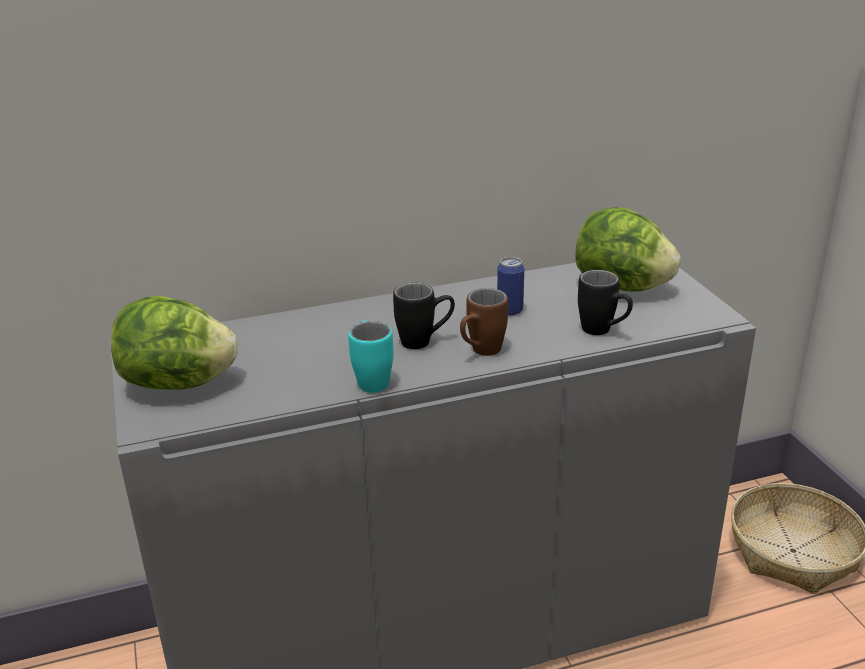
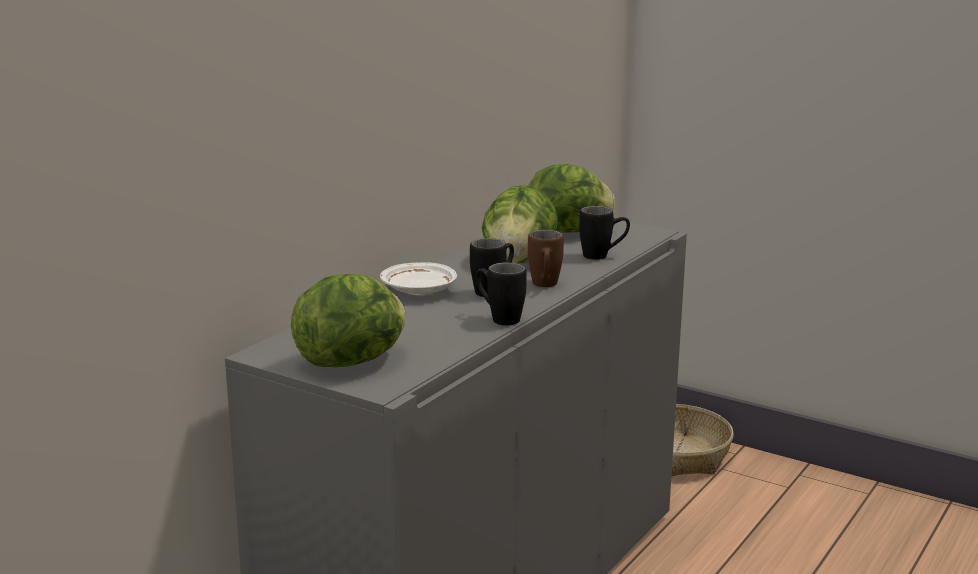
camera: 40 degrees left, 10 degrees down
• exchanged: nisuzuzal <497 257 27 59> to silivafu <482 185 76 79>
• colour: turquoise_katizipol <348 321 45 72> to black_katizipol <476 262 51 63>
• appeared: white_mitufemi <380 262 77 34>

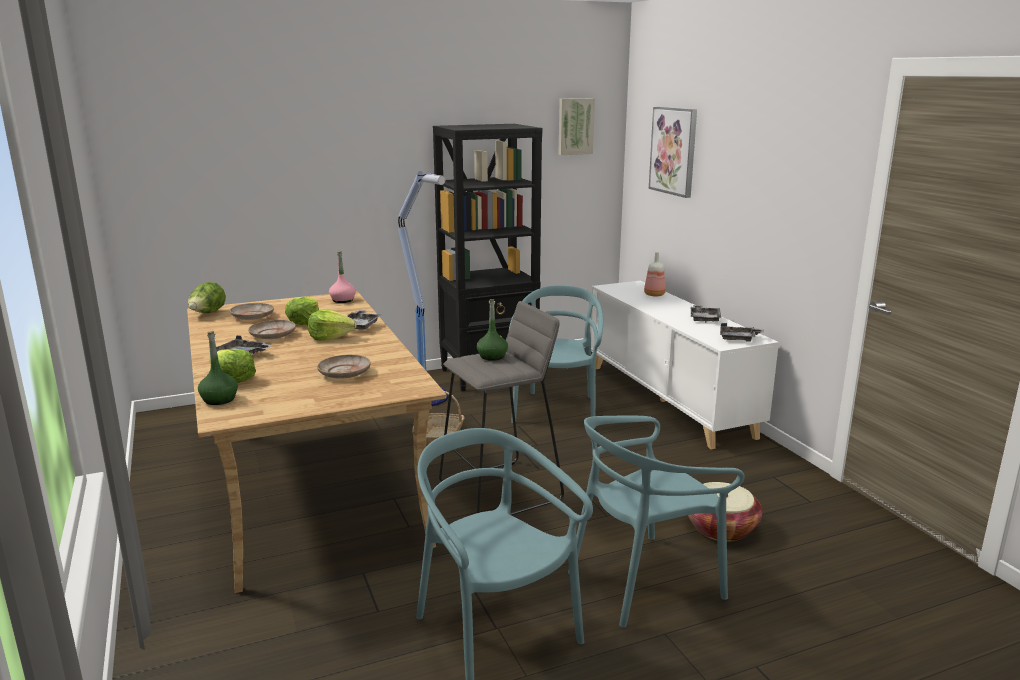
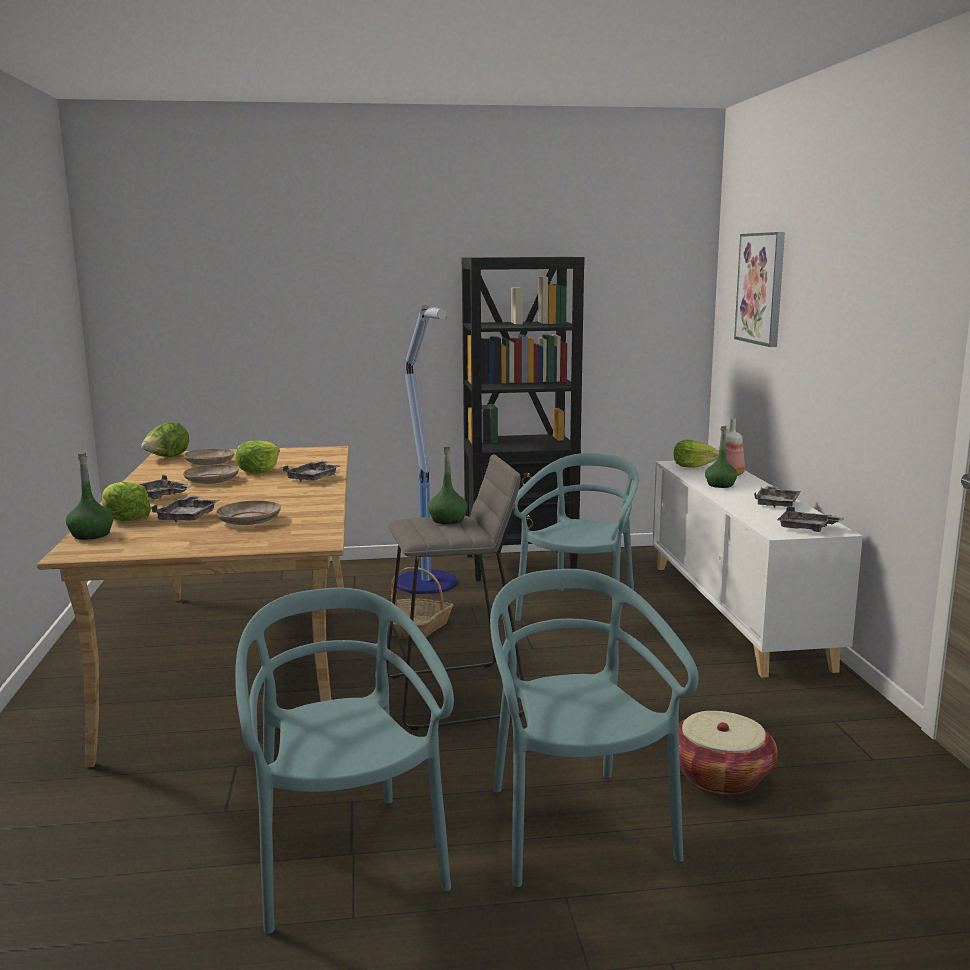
camera: 15 degrees right, 5 degrees down
• missing: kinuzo <558 98 37 57>
• missing: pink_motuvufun <329 251 27 52>
• relocated: silivafu <308 310 49 31> to <674 439 45 29>
• spun: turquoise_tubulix <568 416 177 212> = <490 569 209 318> 90 degrees clockwise
• appeared: green_motuvufun <705 426 32 62>
• appeared: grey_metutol <151 495 69 28>

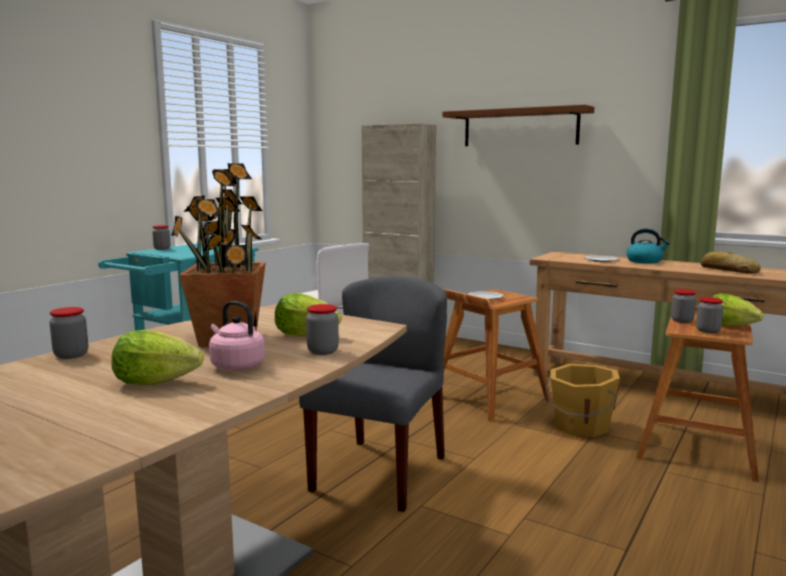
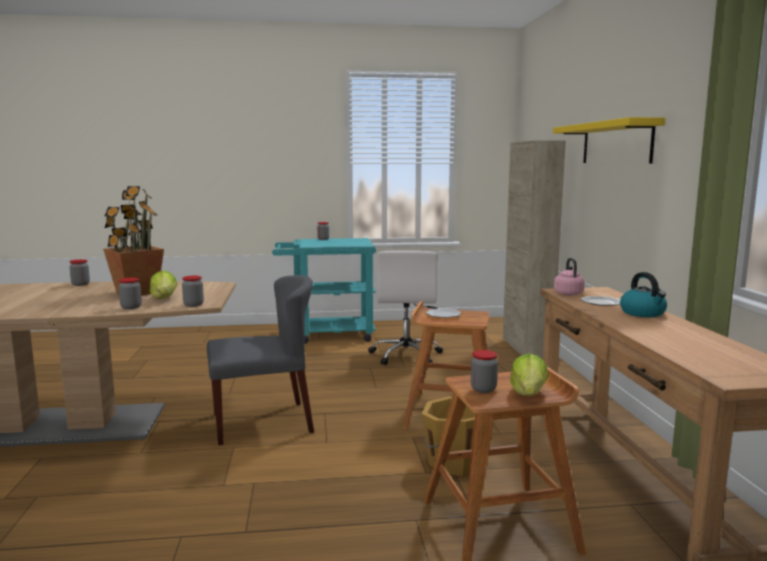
camera: 50 degrees right, 0 degrees up
• colour: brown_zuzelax <442 105 152 41> to yellow_zuzelax <553 117 112 47>
• missing: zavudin <701 252 60 22>
• relocated: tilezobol <671 289 25 34> to <182 276 22 31>
• relocated: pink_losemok <209 301 56 70> to <554 258 31 38>
• missing: silivafu <111 330 92 55>

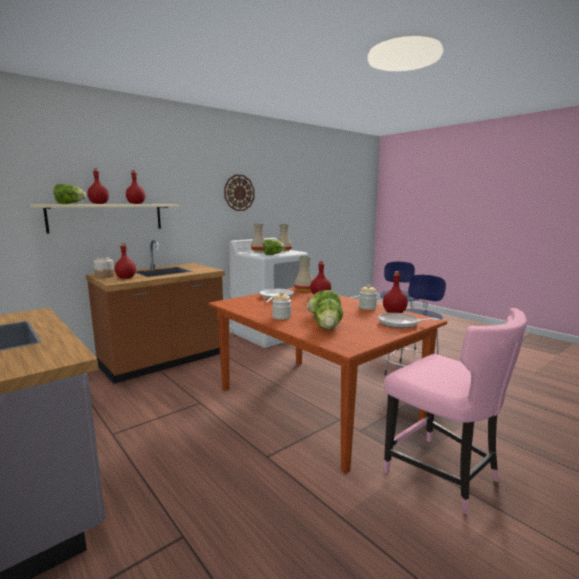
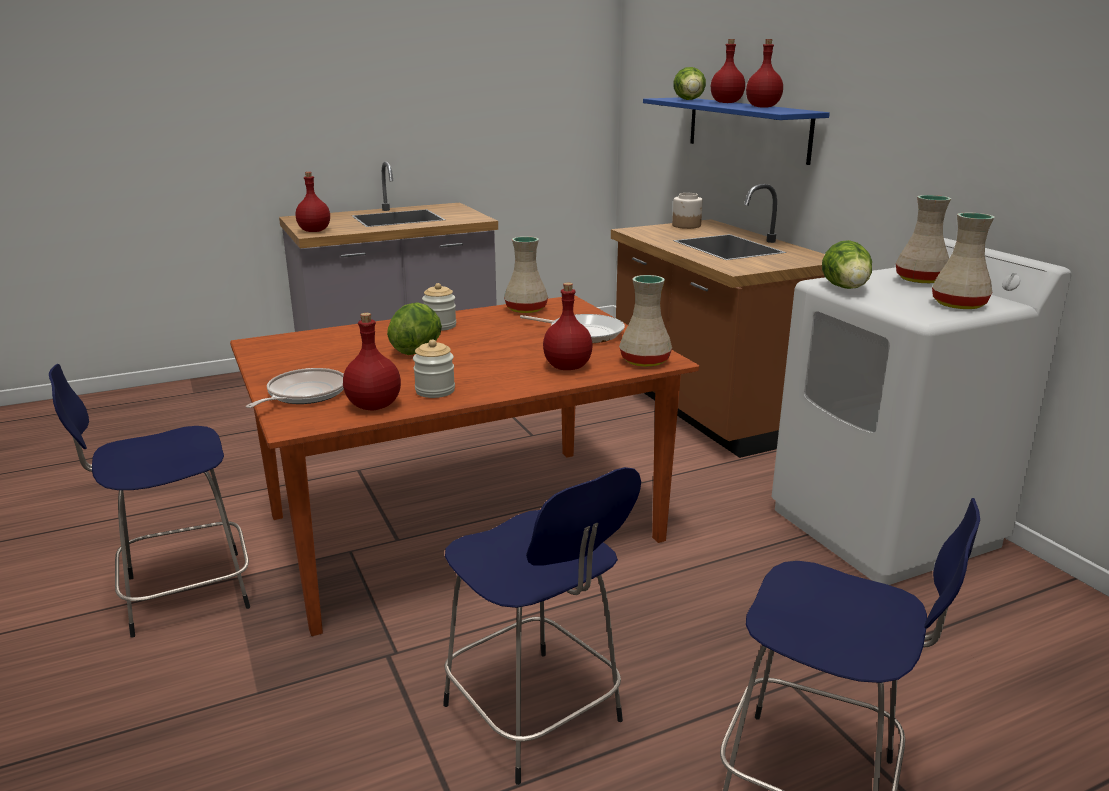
camera: 105 degrees right, 10 degrees up
• missing: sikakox <224 174 31 37>
• colour: beige_zuzelax <30 204 150 30> to blue_zuzelax <643 97 187 68>
• relocated: red_motuvufun <114 243 22 36> to <296 172 34 60>
• missing: silivafu <314 298 29 31>
• exchanged: pink_tubulix <384 308 143 206> to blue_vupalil <49 364 201 274>
• appeared: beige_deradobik <504 236 44 77>

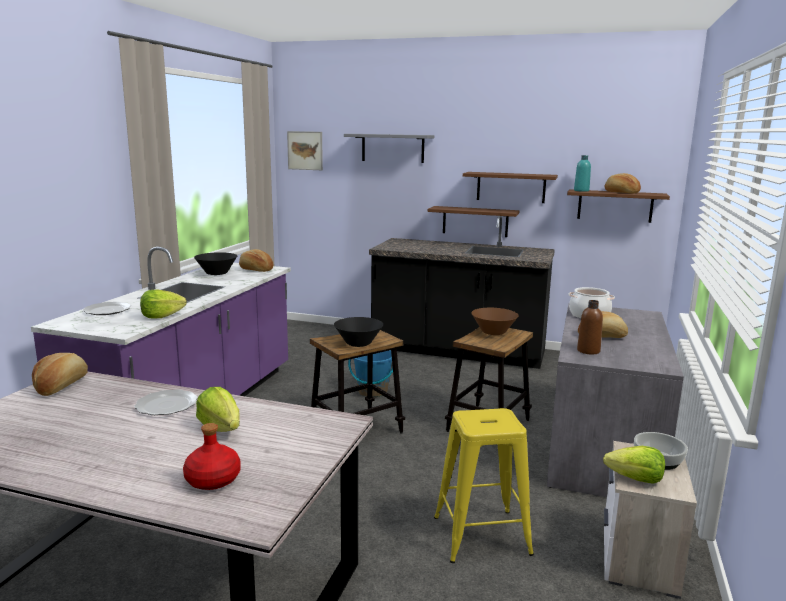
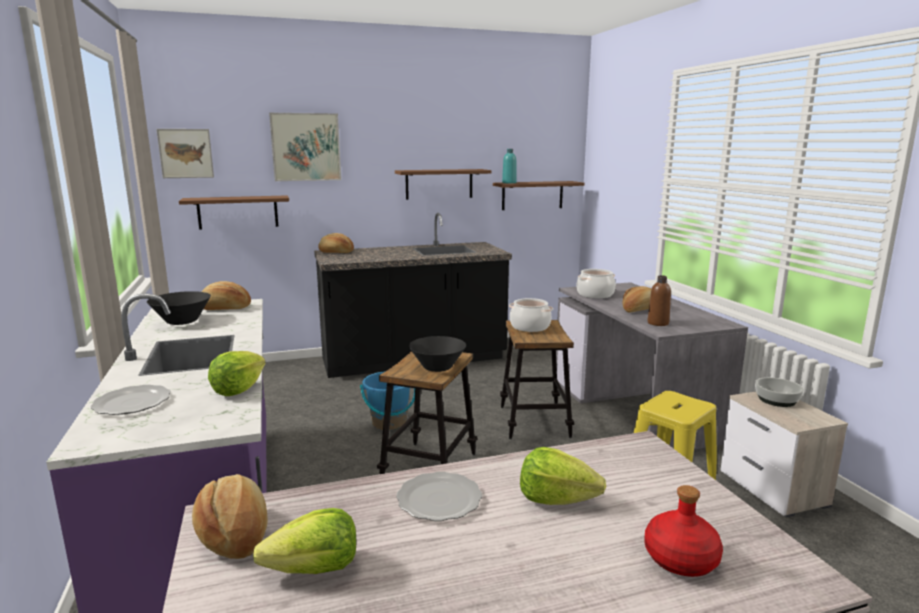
camera: 35 degrees left, 0 degrees up
• exchanged: grey_zuzelax <344 134 90 29> to kinuzo <269 113 72 68>
• relocated: zavudin <605 173 36 21> to <318 233 36 20>
• relocated: brown_zuzelax <428 206 91 31> to <179 195 110 35>
• exchanged: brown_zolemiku <471 308 47 27> to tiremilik <509 298 44 34>
• relocated: silivafu <603 446 62 38> to <253 508 103 66>

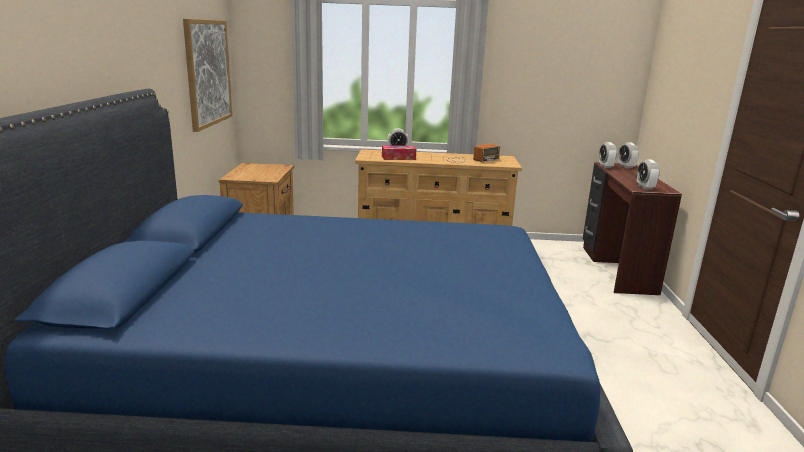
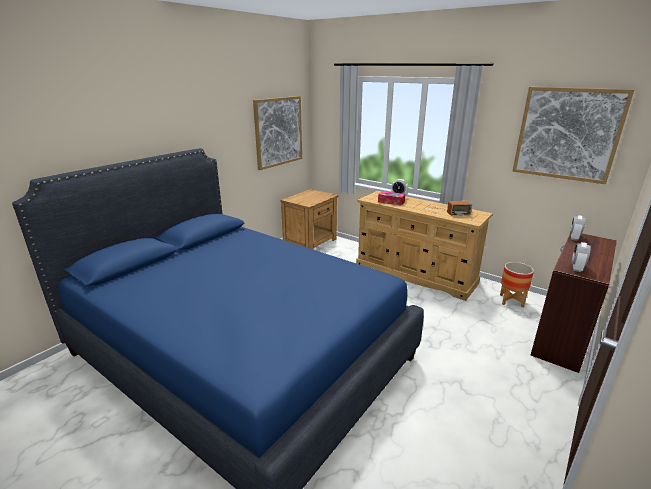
camera: 35 degrees right, 5 degrees up
• missing: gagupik <618 142 21 26>
• appeared: kinuzo <512 87 122 97>
• appeared: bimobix <500 262 34 46>

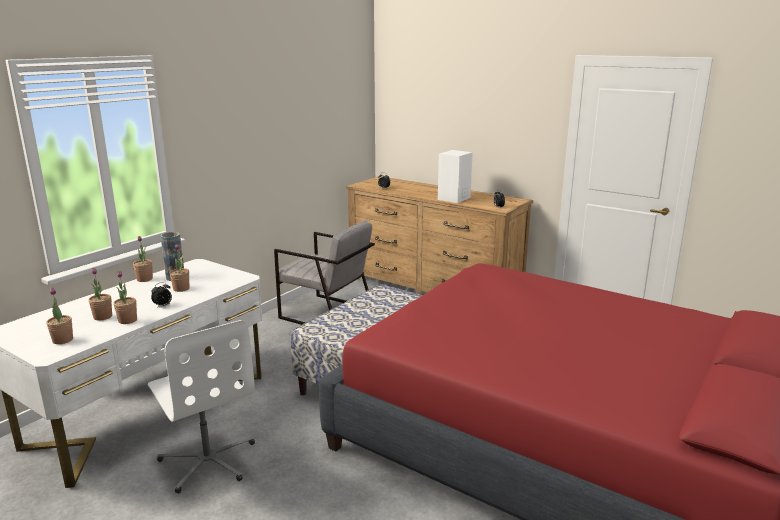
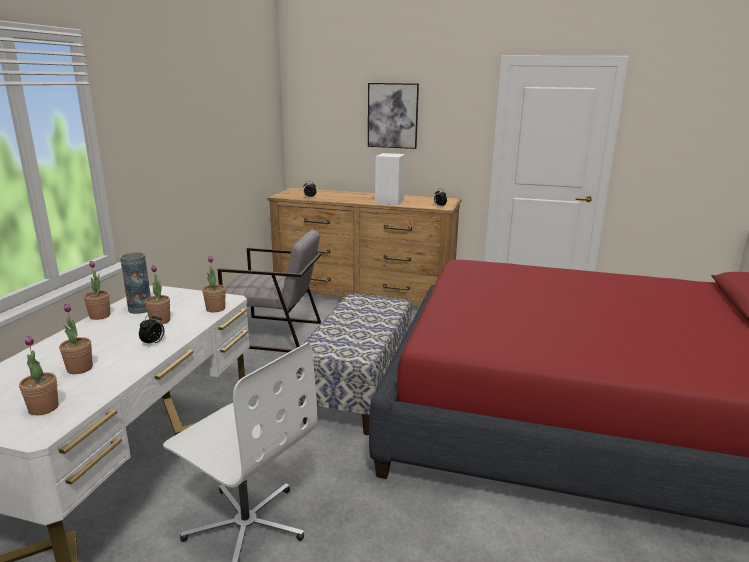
camera: 20 degrees left, 0 degrees up
• relocated: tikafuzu <113 271 24 53> to <202 256 24 56>
• appeared: kinuzo <368 83 51 66>

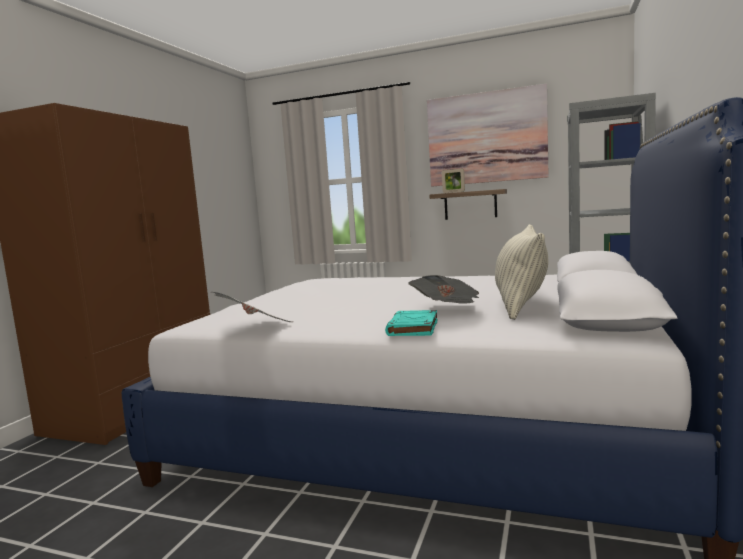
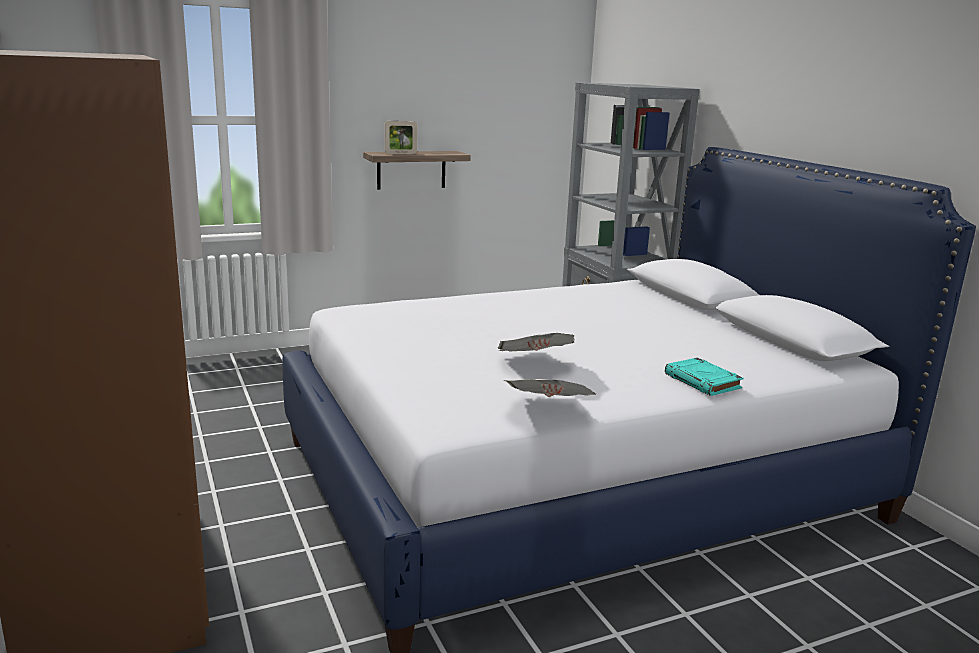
camera: 45 degrees left, 10 degrees up
• missing: kinuzo <427 83 122 103>
• missing: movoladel <495 224 53 96>
• relocated: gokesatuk <408 275 71 29> to <498 333 77 18>

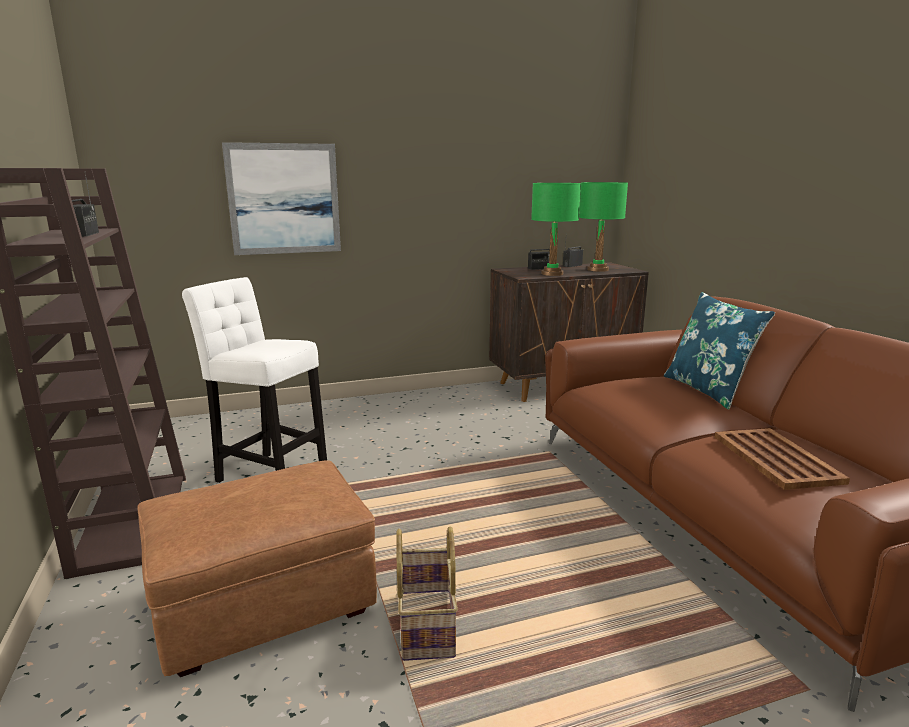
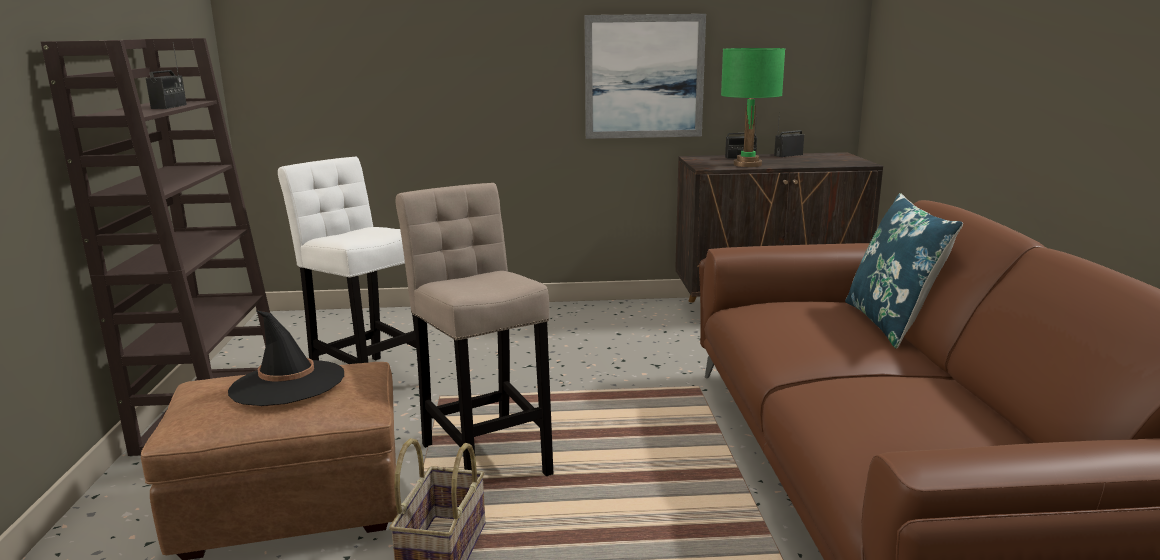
camera: 15 degrees right, 0 degrees up
• relocated: kinuzo <222 142 119 113> to <584 14 122 125>
• missing: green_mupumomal <579 182 49 90>
• missing: brown_metutol <715 428 135 62>
• appeared: beige_vupalil <396 183 157 293>
• appeared: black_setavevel <228 310 116 96>

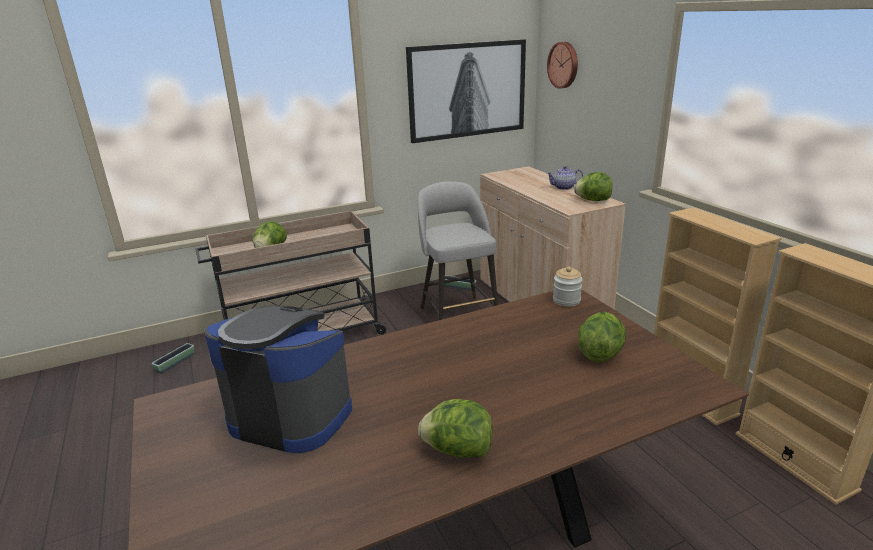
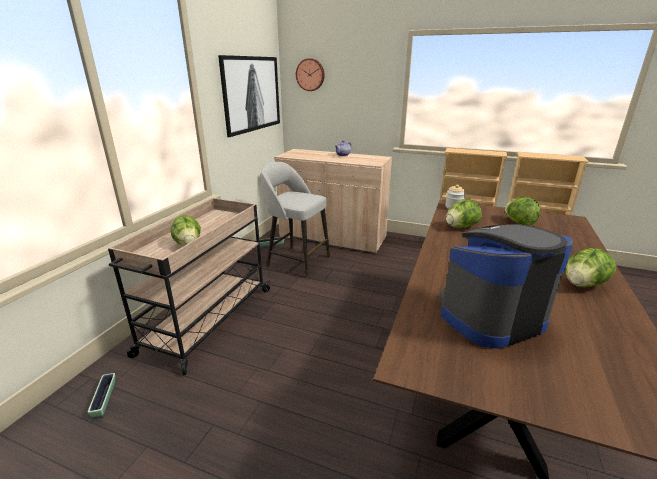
camera: 45 degrees left, 0 degrees up
• relocated: silivafu <574 172 38 29> to <446 200 36 28>

